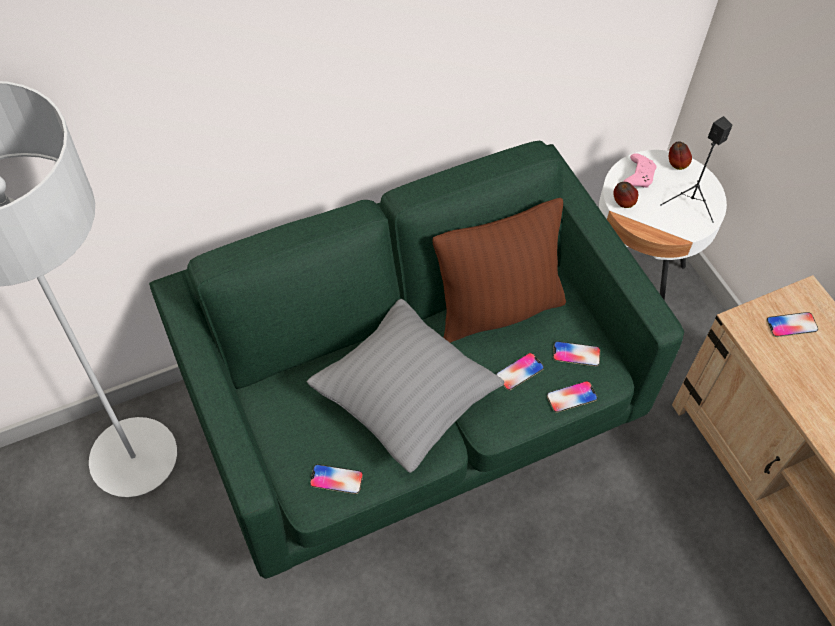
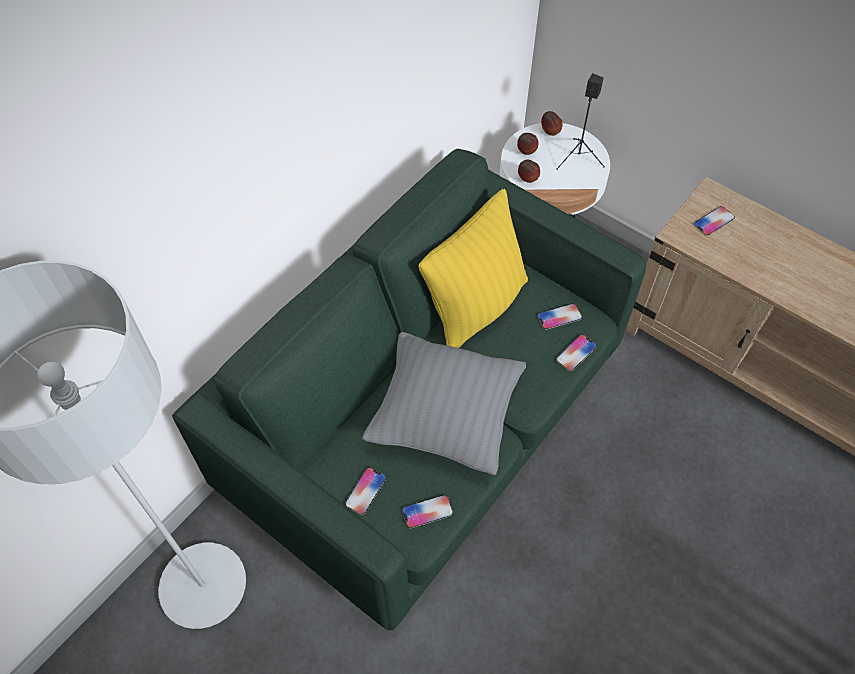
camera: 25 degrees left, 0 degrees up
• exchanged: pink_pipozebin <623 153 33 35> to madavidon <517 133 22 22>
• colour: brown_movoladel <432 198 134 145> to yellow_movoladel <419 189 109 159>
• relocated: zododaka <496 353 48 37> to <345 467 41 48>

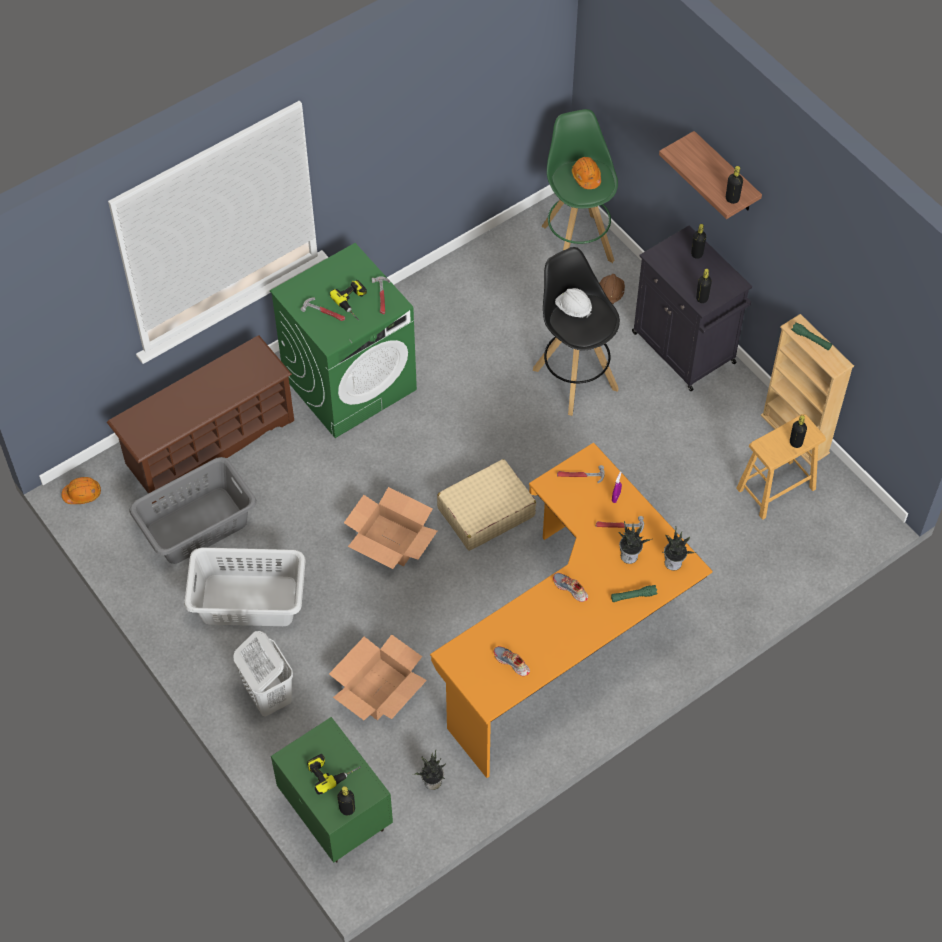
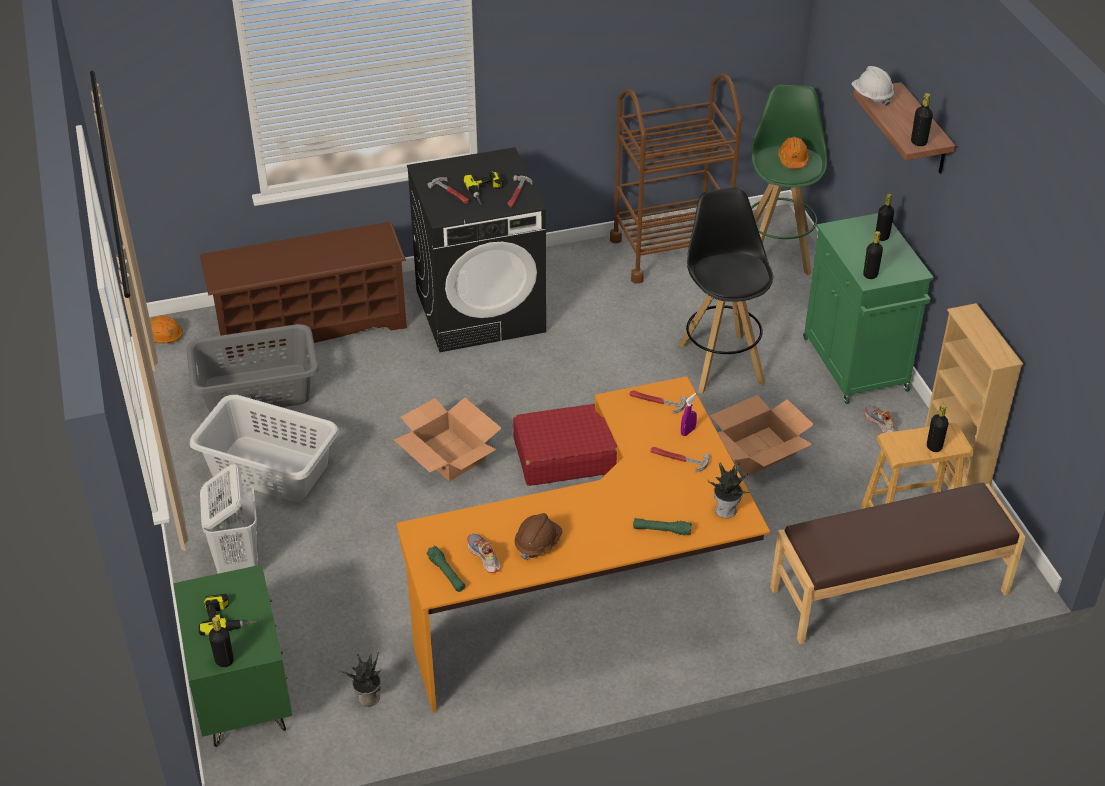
camera: 20 degrees right, 15 degrees down
• colour: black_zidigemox <632 225 120 166> to green_zidigemox <803 213 131 191>
• colour: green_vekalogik <270 243 147 195> to black_vekalogik <407 147 139 205>
• relocated: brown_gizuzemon <600 274 25 30> to <515 513 48 47>
• relocated: white_gizuzemon <555 288 37 30> to <852 66 42 40>
• relocated: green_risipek <791 322 41 28> to <426 546 39 46>
• colour: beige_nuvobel <437 459 99 92> to red_nuvobel <513 404 104 82>
• missing: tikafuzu <619 521 32 43>
• relocated: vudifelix <553 573 35 29> to <865 406 31 27>
• relocated: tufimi <329 634 98 86> to <710 395 104 81>
• appeared: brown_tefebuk <610 74 132 210>
• appeared: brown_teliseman <770 483 256 161>

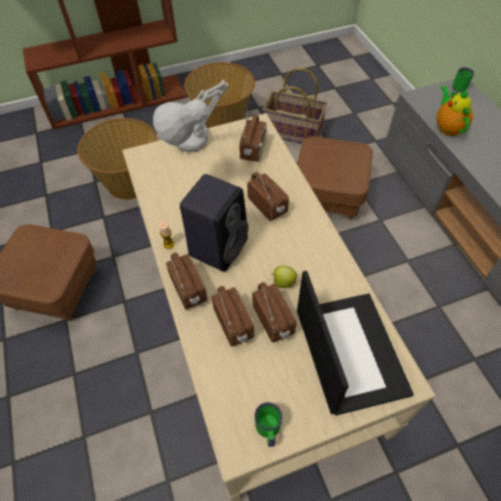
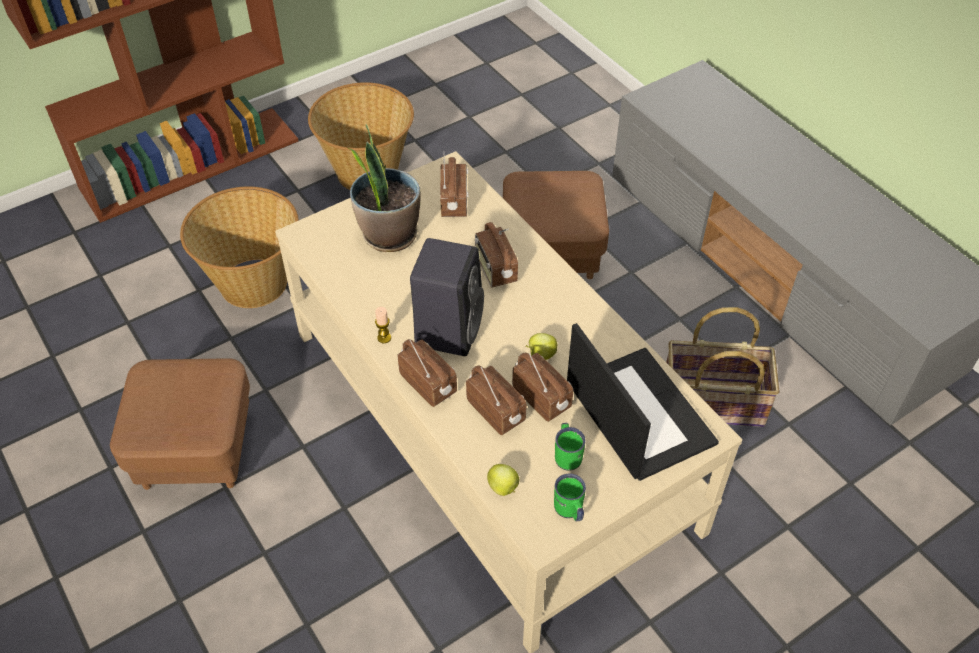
camera: 15 degrees left, 5 degrees down
• relocated: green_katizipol <453 67 21 25> to <555 423 31 48>
• relocated: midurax <263 68 64 76> to <666 307 114 120>
• exchanged: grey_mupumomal <153 80 76 72> to tikafuzu <348 124 73 128>
• missing: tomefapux <437 86 36 50>
• spun: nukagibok <247 170 42 51> = <475 222 43 65> 150 degrees counterclockwise
• appeared: madavidon <487 464 32 32>

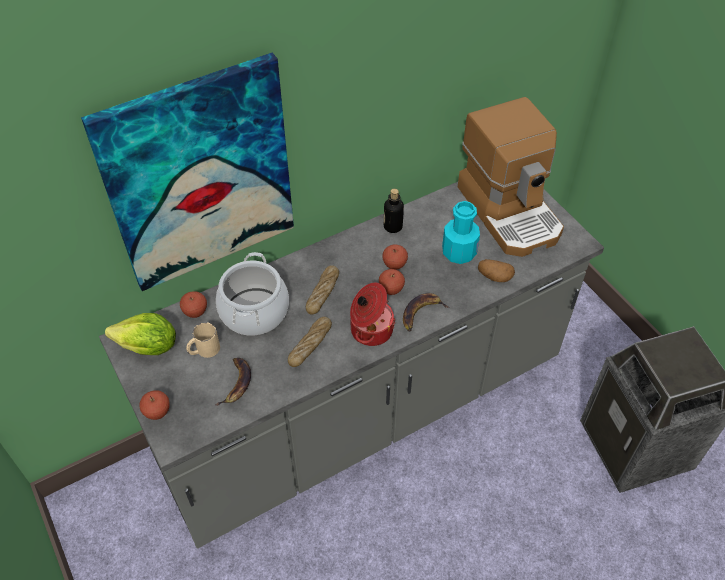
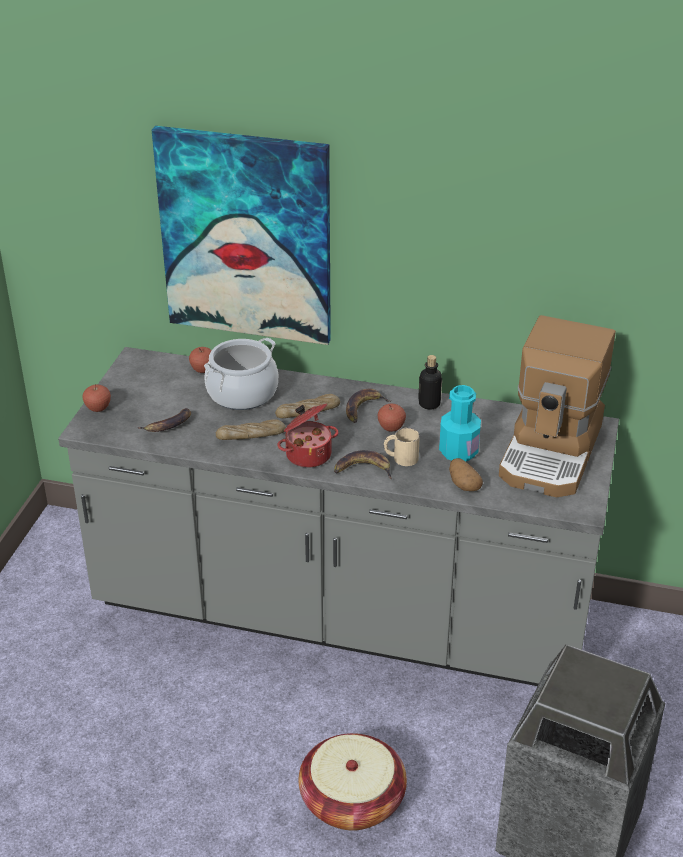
camera: 45 degrees right, 15 degrees down
• missing: madavidon <379 269 26 26>
• missing: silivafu <105 313 71 42>
• relocated: beige_katizipol <186 322 34 36> to <384 428 36 38>
• appeared: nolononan <346 389 45 34>
• appeared: midurax <298 733 109 98>

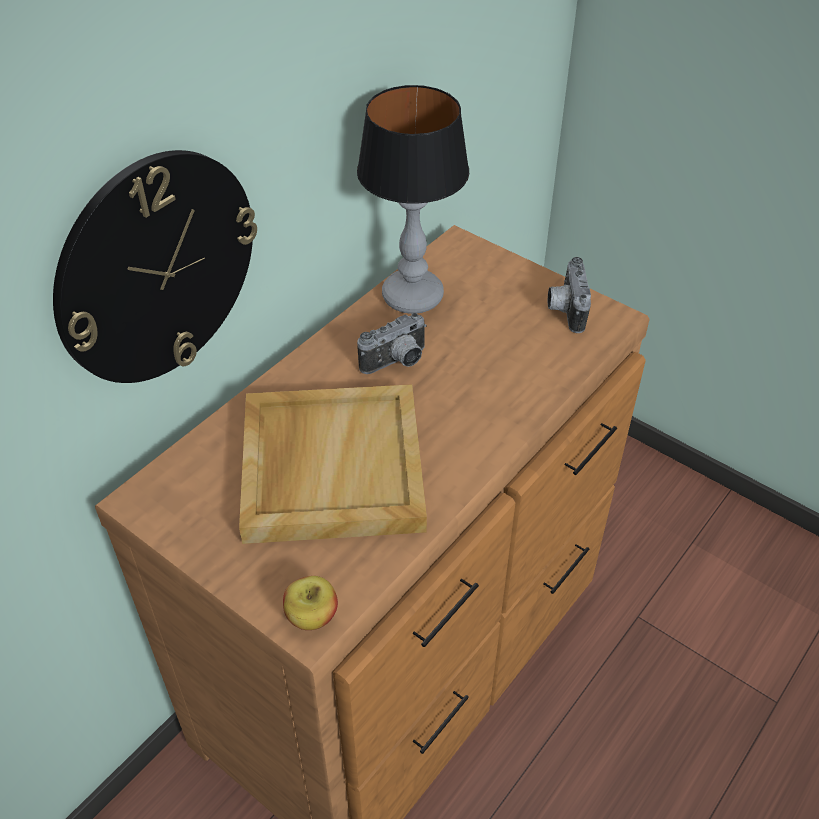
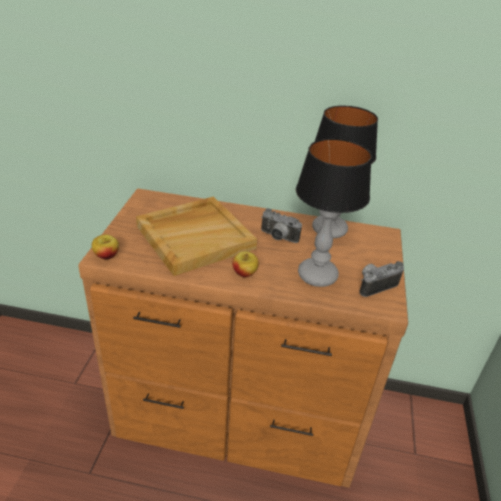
camera: 60 degrees right, 10 degrees down
• missing: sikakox <53 150 204 233>
• appeared: mupumomal <296 138 76 149>
• appeared: madavidon <232 251 27 26>

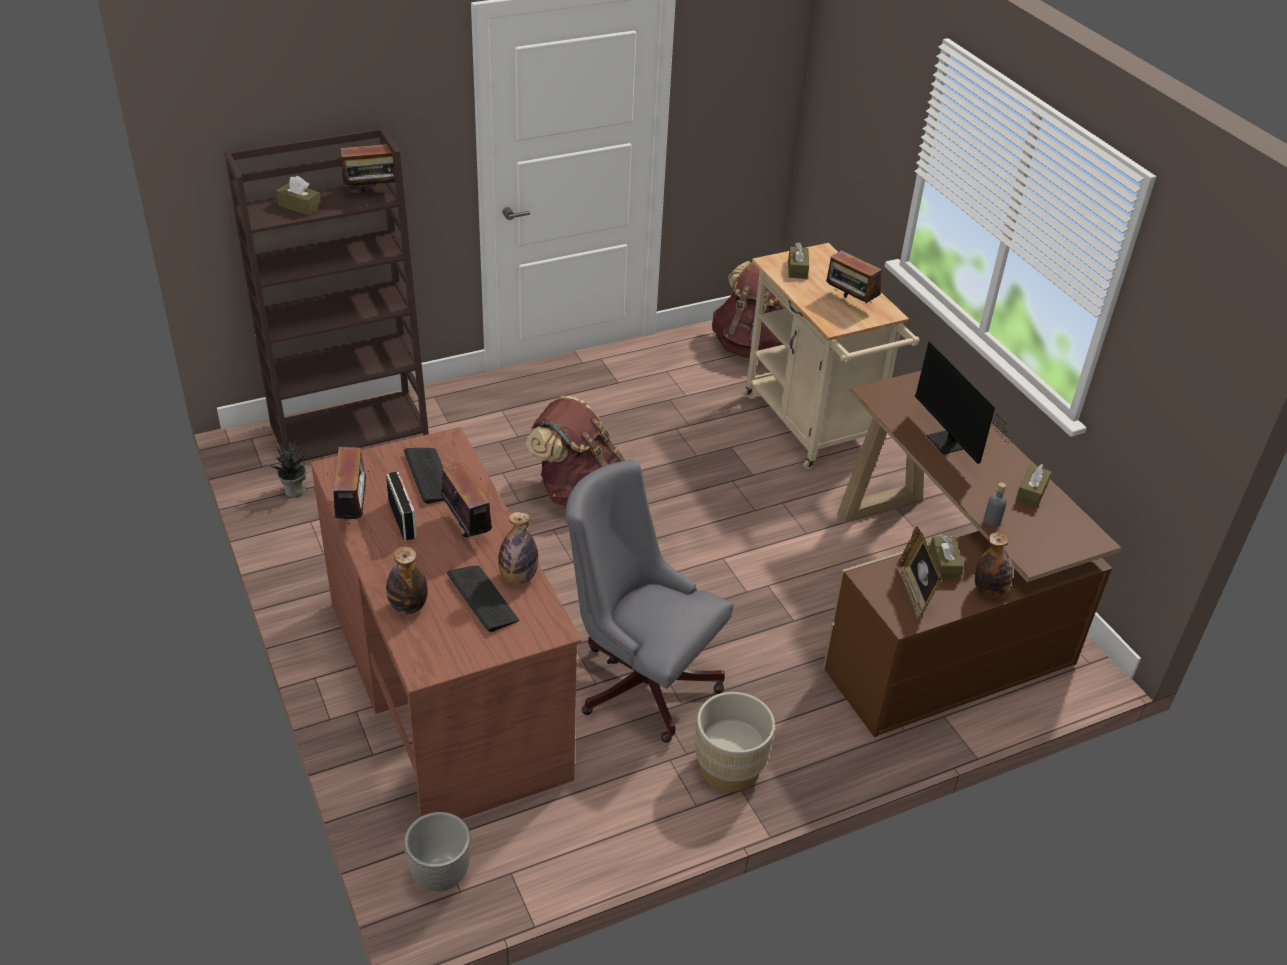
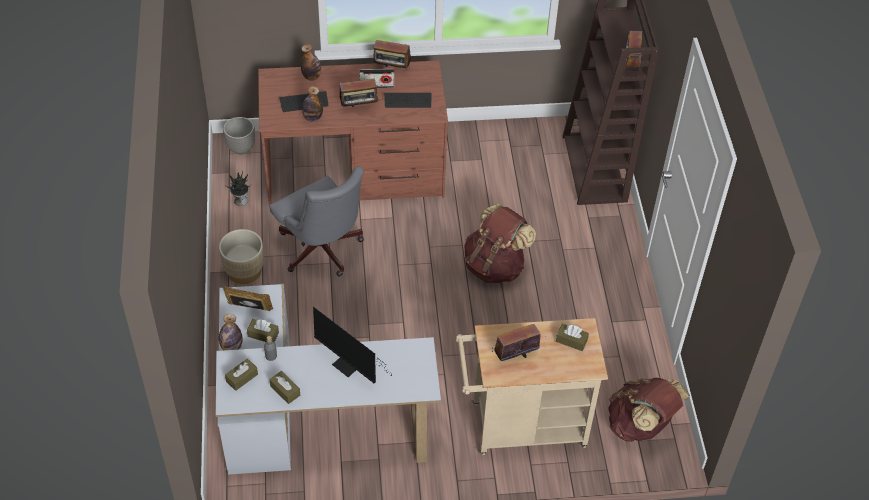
camera: 110 degrees right, 10 degrees up
• relocated: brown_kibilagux <276 176 46 39> to <225 359 33 32>
• spun: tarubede <915 341 99 123> = <313 307 82 76> 135 degrees counterclockwise
• colour: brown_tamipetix <823 371 298 366> to white_tamipetix <215 284 226 191>
• relocated: tikafuzu <265 440 42 58> to <226 171 25 35>
• spun: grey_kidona <565 460 169 283> = <269 166 95 110> 90 degrees clockwise

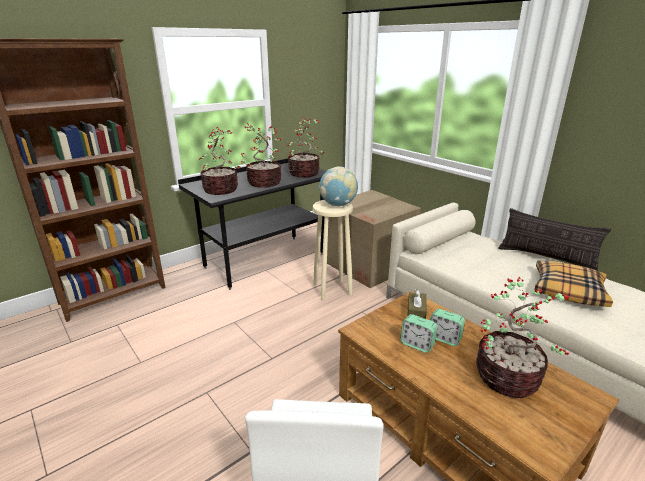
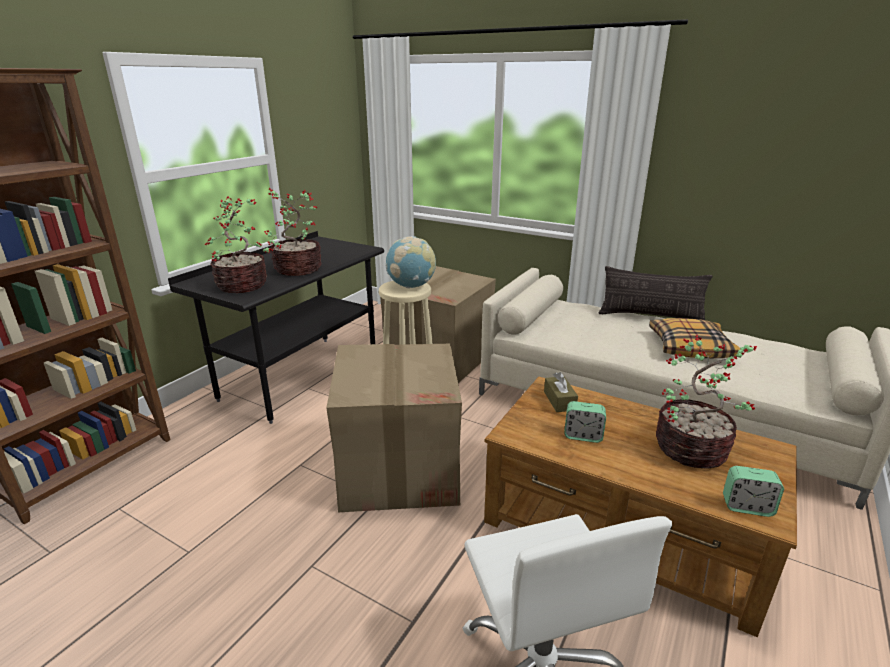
camera: 20 degrees left, 0 degrees up
• missing: tikafuzu <287 117 39 61>
• relocated: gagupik <430 309 35 37> to <723 466 61 51>
• appeared: tufimi <326 344 136 168>

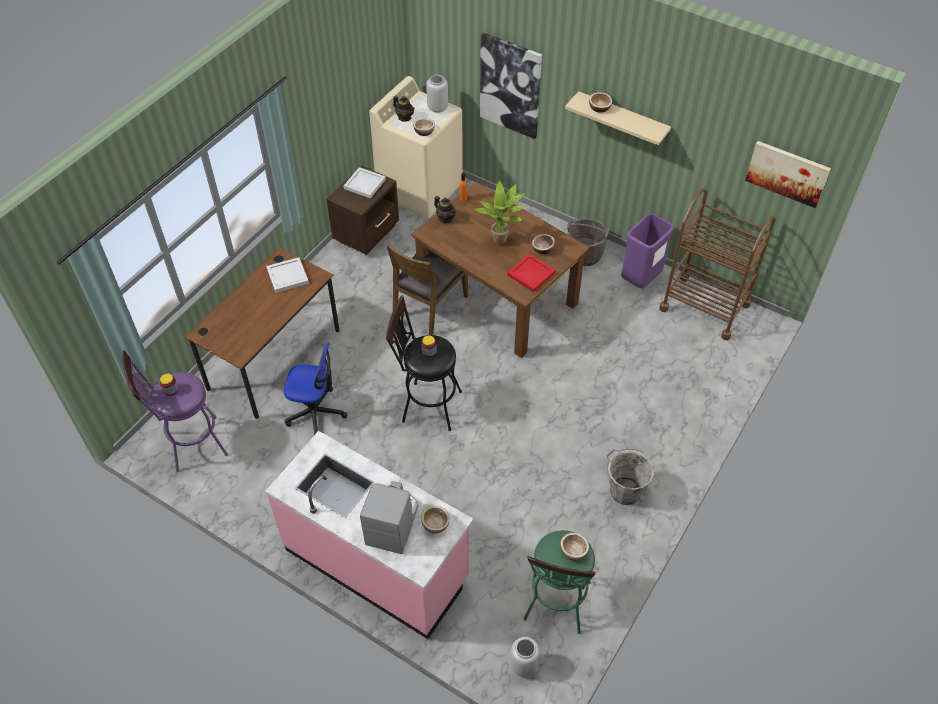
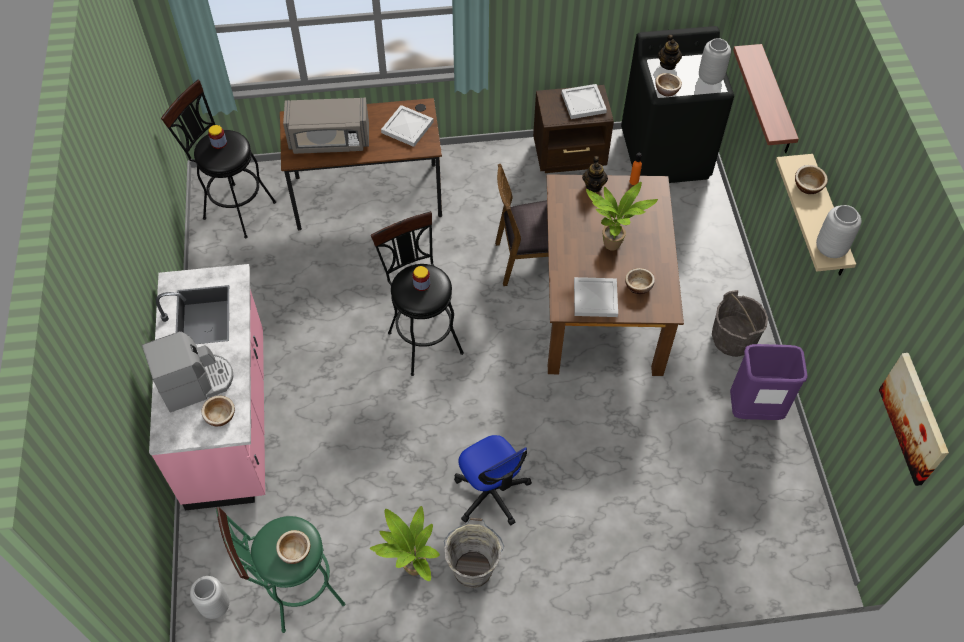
camera: 50 degrees right, 5 degrees up
• exchanged: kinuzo <480 32 62 107> to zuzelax <733 44 66 109>
• colour: beige_vekalogik <369 76 94 143> to black_vekalogik <621 26 113 157>
• missing: brown_tefebuk <659 188 117 153>
• colour: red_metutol <507 254 48 38> to white_metutol <574 277 44 40>
• relocated: kidona <284 342 63 93> to <454 435 78 90>
• colour: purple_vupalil <122 350 106 122> to black_vupalil <161 80 115 158>
• appeared: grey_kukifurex <283 98 86 56>
• appeared: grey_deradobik <816 205 46 53>
• appeared: tikafuzu <370 506 70 75>

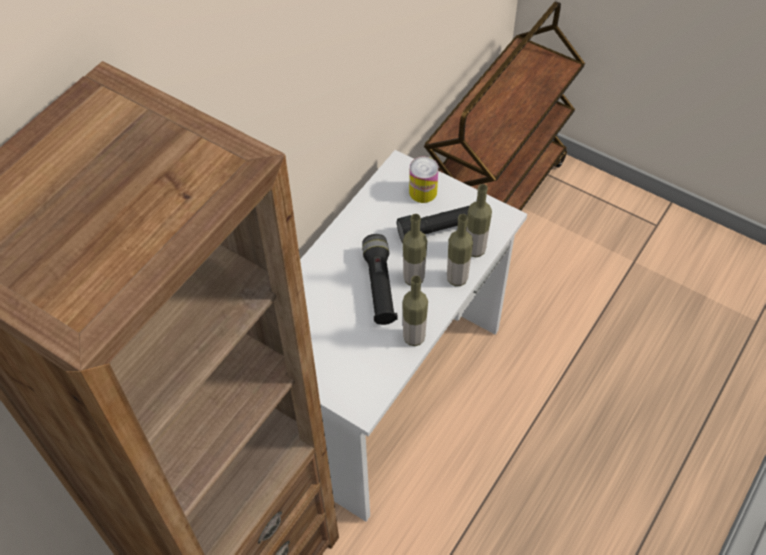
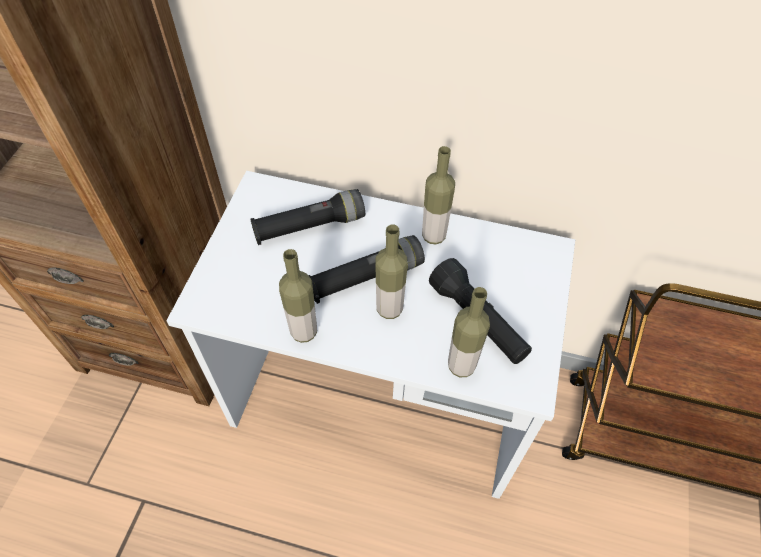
camera: 70 degrees right, 0 degrees up
• missing: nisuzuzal <409 157 29 46>
• relocated: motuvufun <447 214 26 72> to <422 146 33 98>
• appeared: black_risipek <250 189 115 56>

